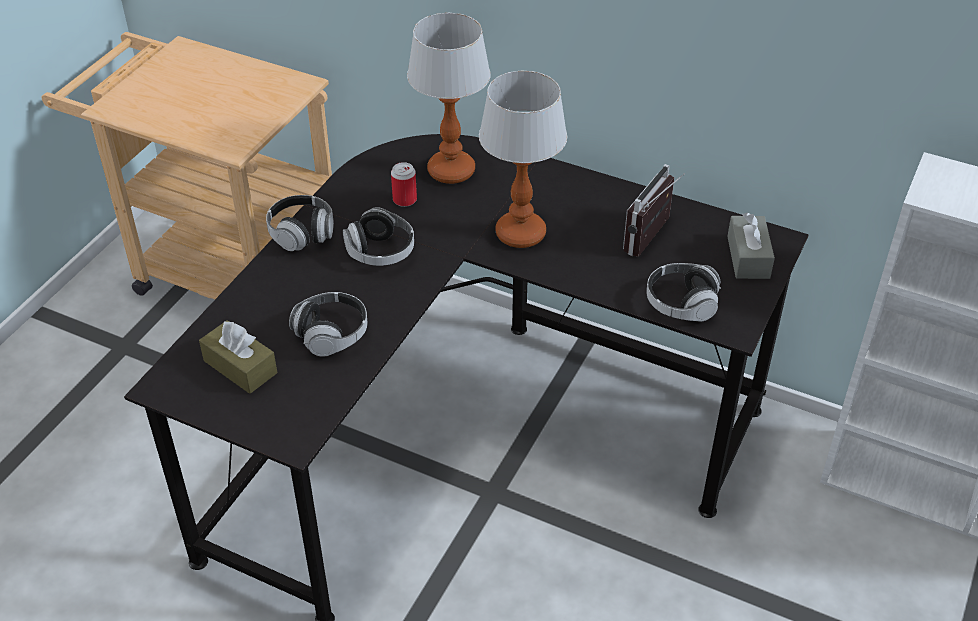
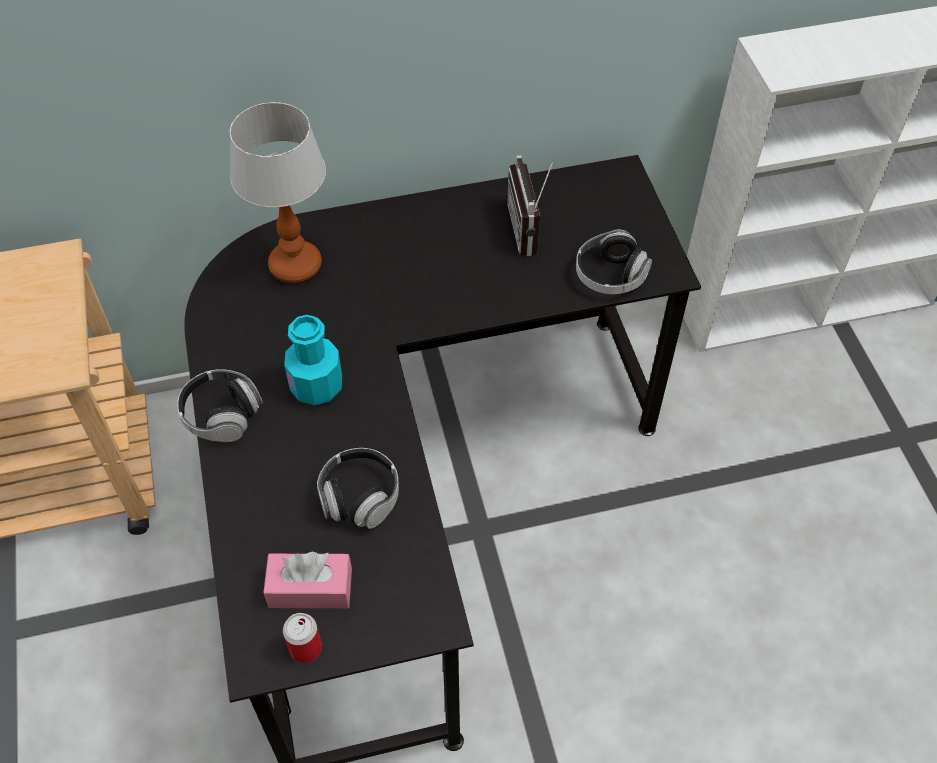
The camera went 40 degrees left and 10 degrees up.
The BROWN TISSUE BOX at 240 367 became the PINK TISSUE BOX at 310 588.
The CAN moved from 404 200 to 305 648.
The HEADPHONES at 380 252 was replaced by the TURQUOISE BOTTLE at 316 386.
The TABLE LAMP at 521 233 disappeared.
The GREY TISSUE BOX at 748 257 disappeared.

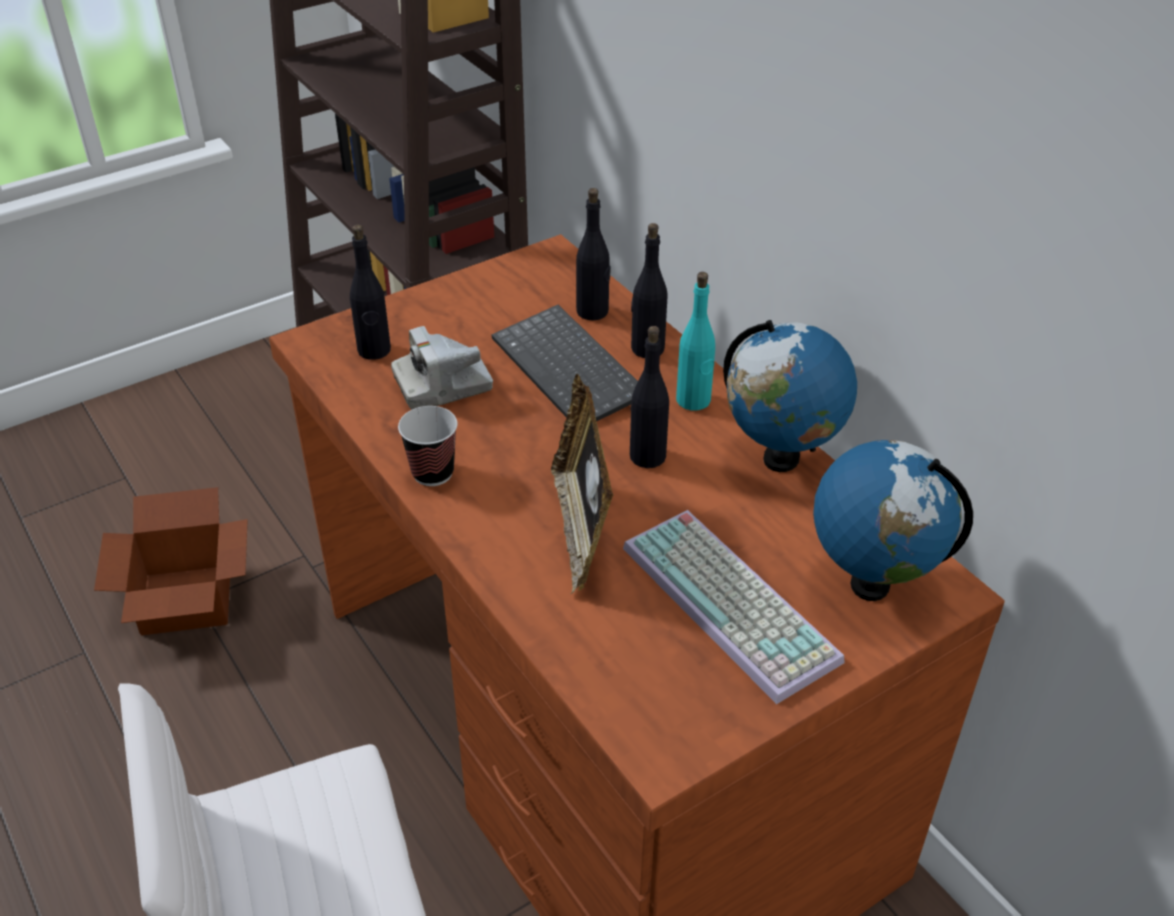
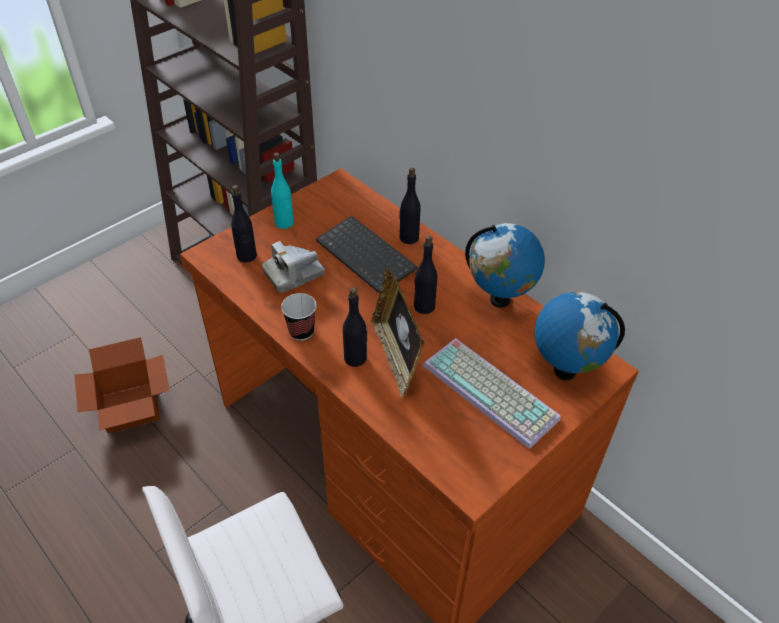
The camera went 10 degrees left and 5 degrees up.
The TURQUOISE BOTTLE moved from 693 400 to 284 223.
The BLACK BOTTLE moved from 593 311 to 355 358.

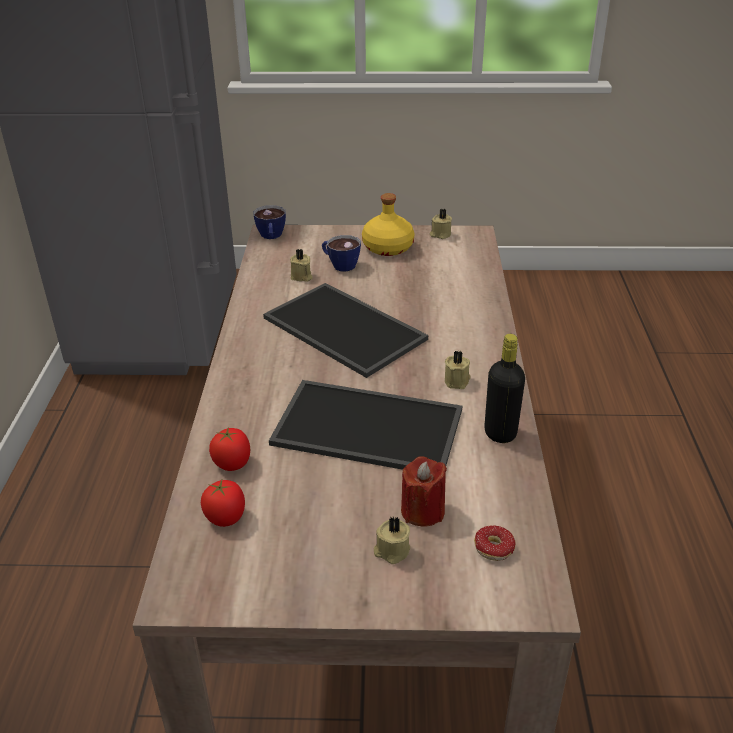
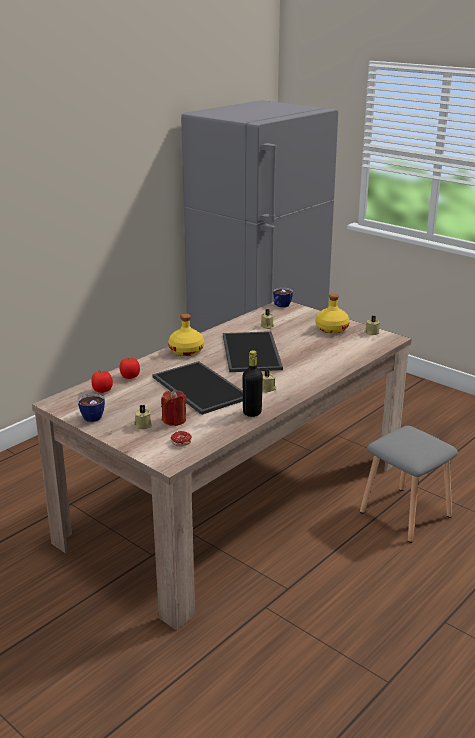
The camera went 40 degrees right and 10 degrees down.
The CUP moved from 340 264 to 92 415.
The YELLOW BOTTLE at 187 351 appeared.
The GREY STOOL at 405 515 appeared.

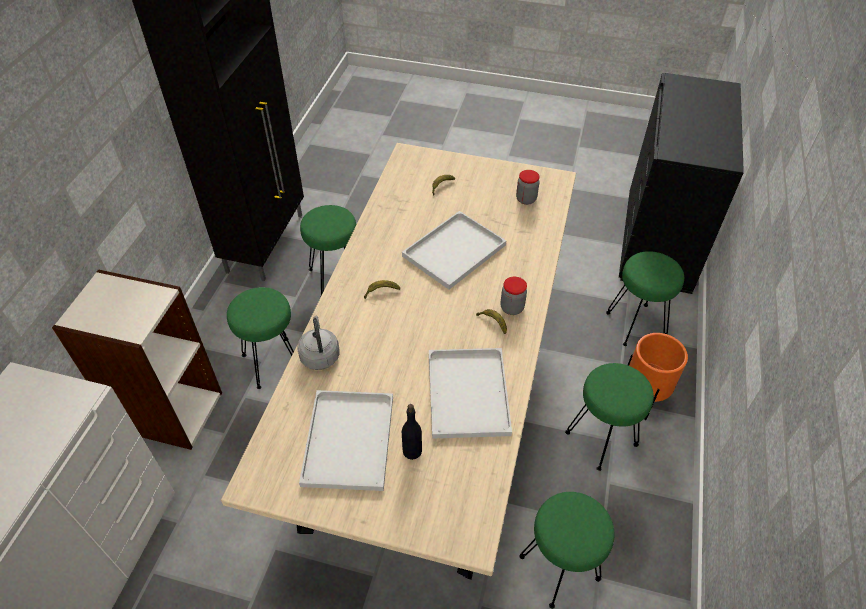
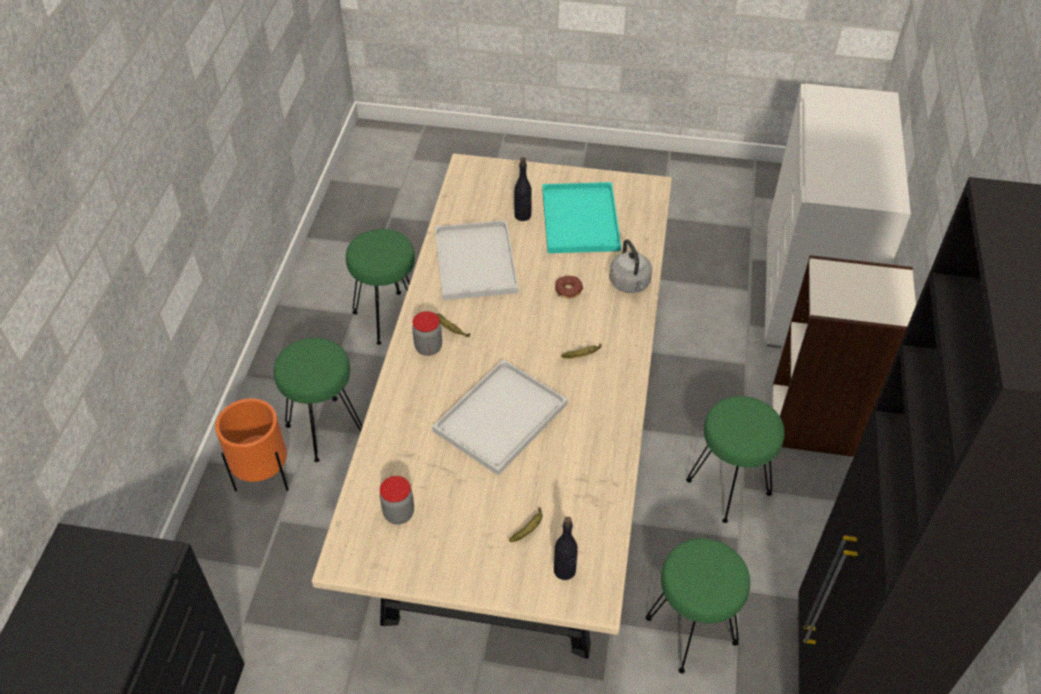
The camera went 175 degrees right and 0 degrees up.
The WHITE TRAY at 347 438 became the TURQUOISE TRAY at 581 220.
The BLACK BOTTLE at 565 570 appeared.
The DONUT at 568 290 appeared.
The GREEN STOOL at 636 325 disappeared.

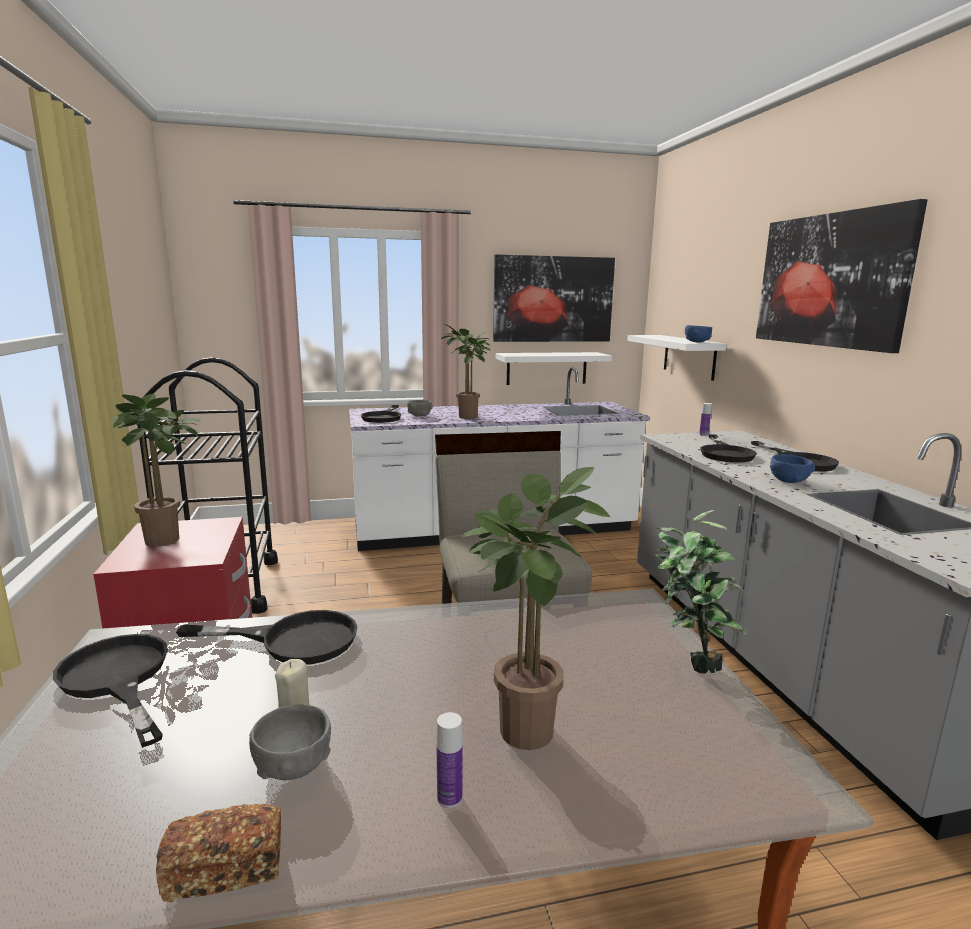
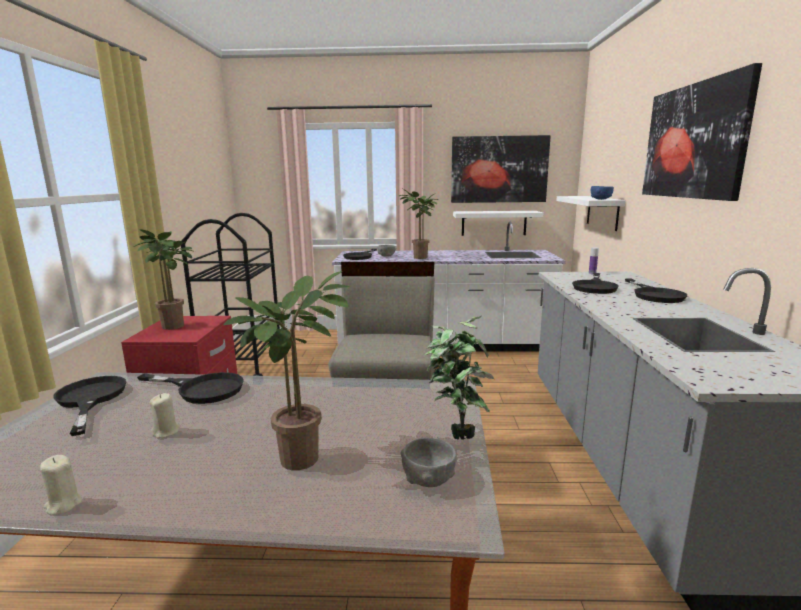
The camera went 15 degrees right and 0 degrees up.
The BREAD at 226 868 was replaced by the BEIGE CANDLE at 63 505.
The GREY BOWL moved from 293 766 to 428 479.
The BOTTLE at 449 798 disappeared.
The BLUE BOWL at 788 481 disappeared.

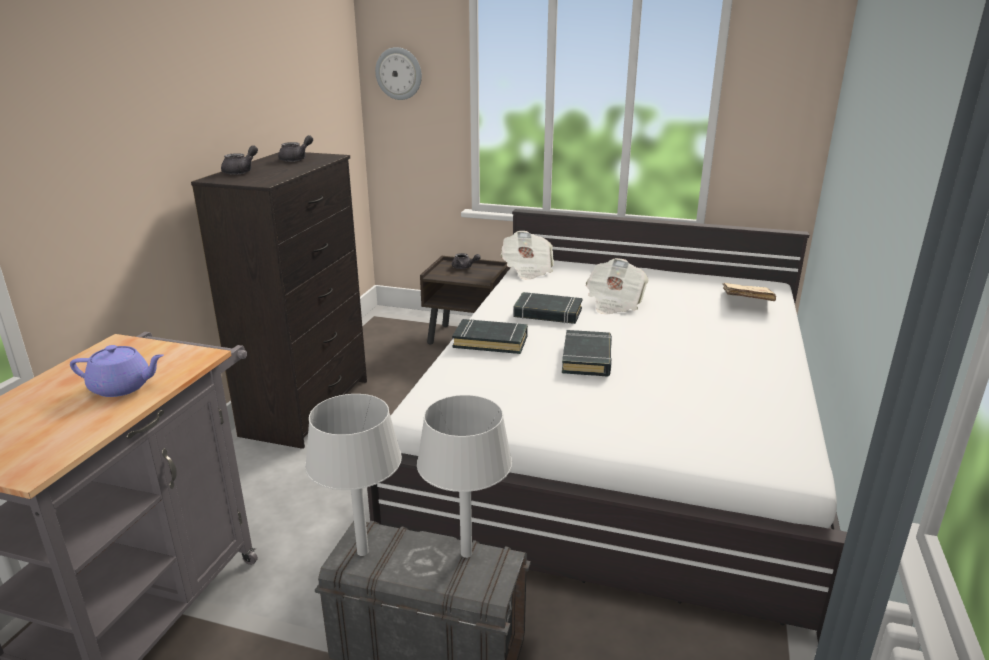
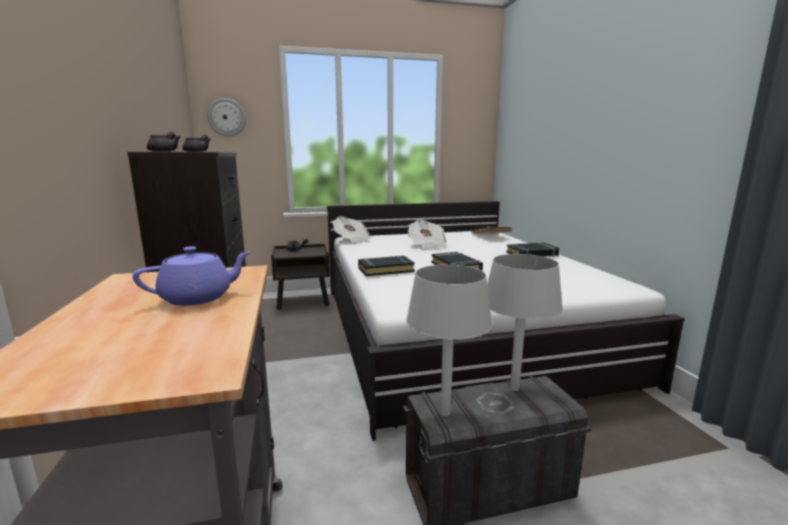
The camera went 30 degrees left and 10 degrees down.
The BLACK BOOK moved from 547 313 to 532 254.

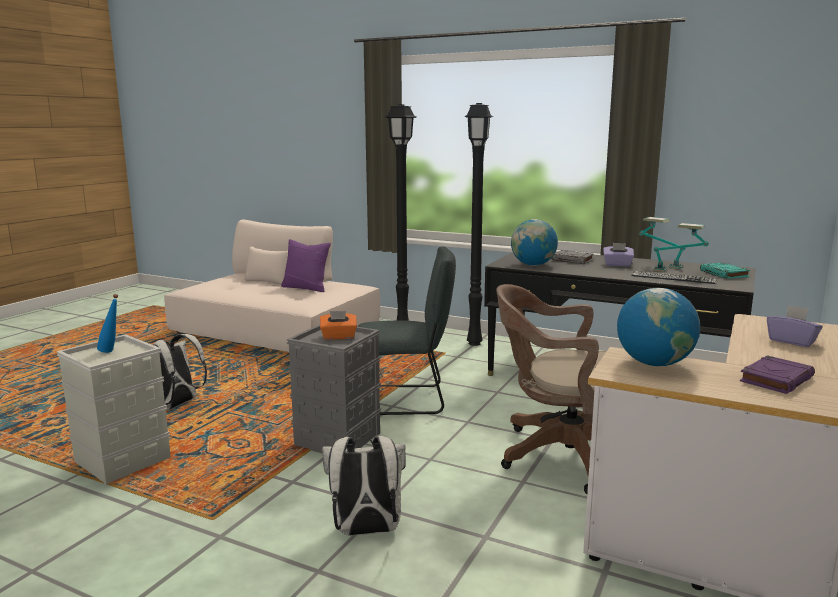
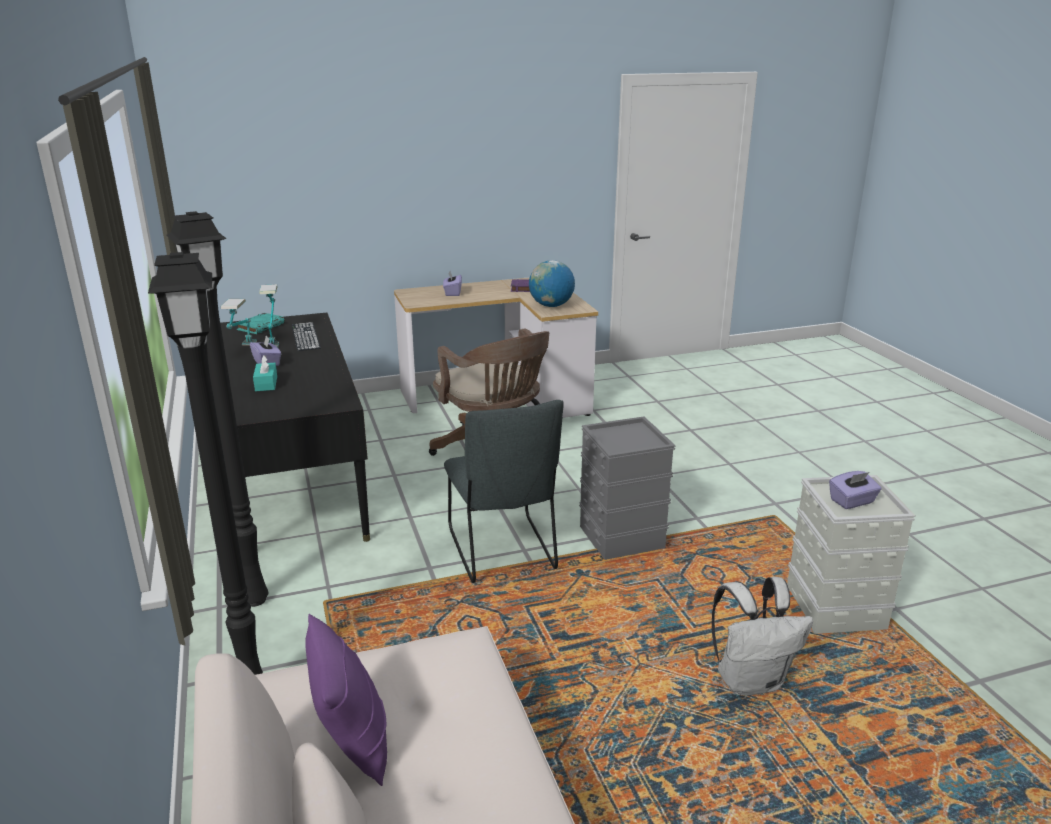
The camera went 135 degrees left and 10 degrees up.
The GREY BOOK at 572 260 was replaced by the TURQUOISE TISSUE BOX at 266 383.
The GREY CHAIR at 402 400 turned 150 degrees counterclockwise.
The BLUE BOTTLE at 112 352 was replaced by the PURPLE TISSUE BOX at 852 501.
The ORANGE TISSUE BOX at 338 337 disappeared.
The WHITE BACKPACK at 366 531 disappeared.
The GLOBE at 533 265 disappeared.

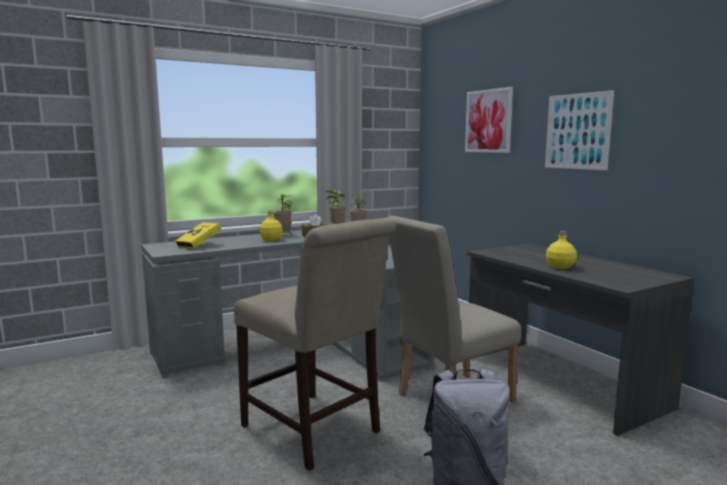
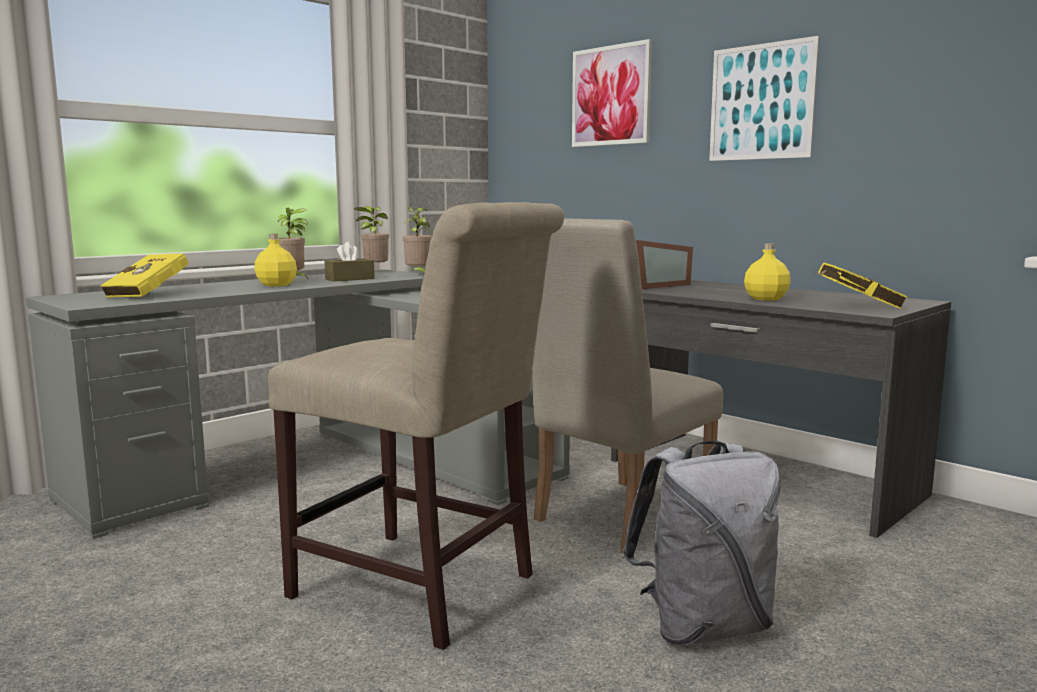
The camera went 15 degrees left and 0 degrees up.
The PICTURE FRAME at 656 286 appeared.
The YELLOW BOOK at 855 305 appeared.

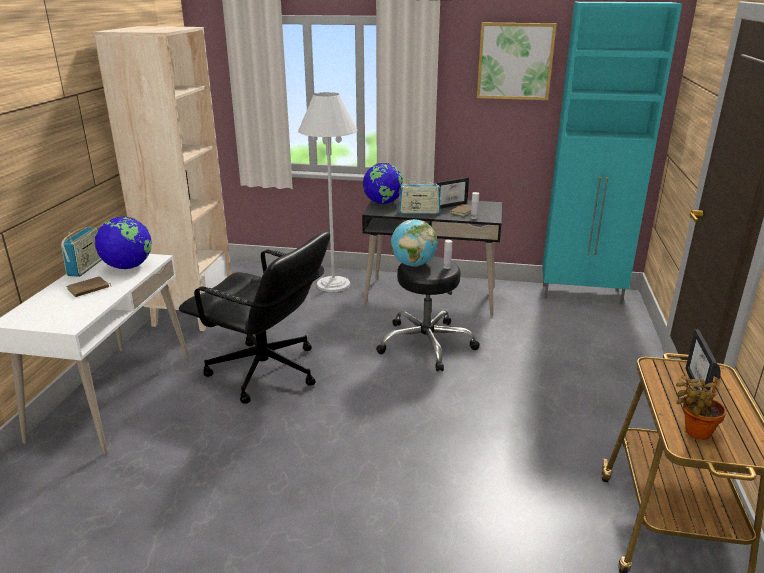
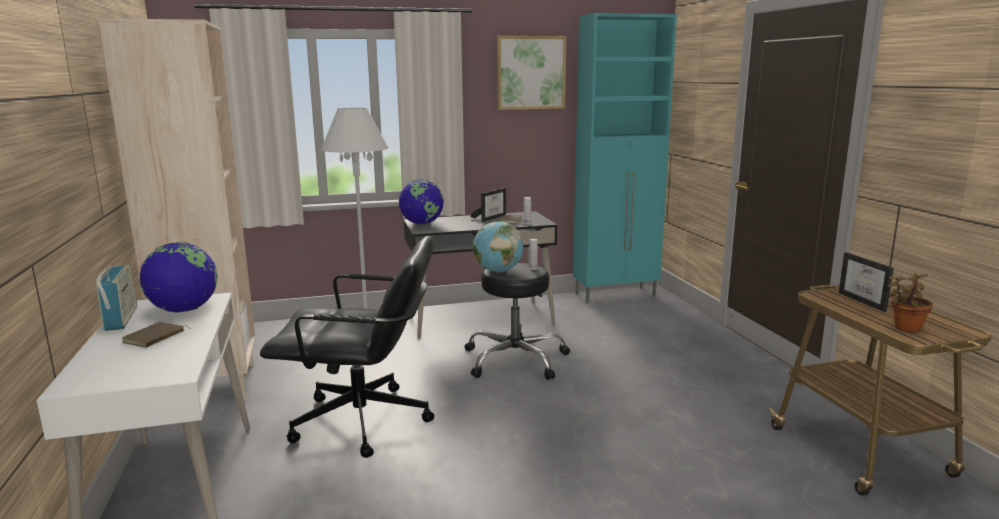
The camera went 25 degrees left and 10 degrees down.
The RADIO at 419 212 disappeared.

